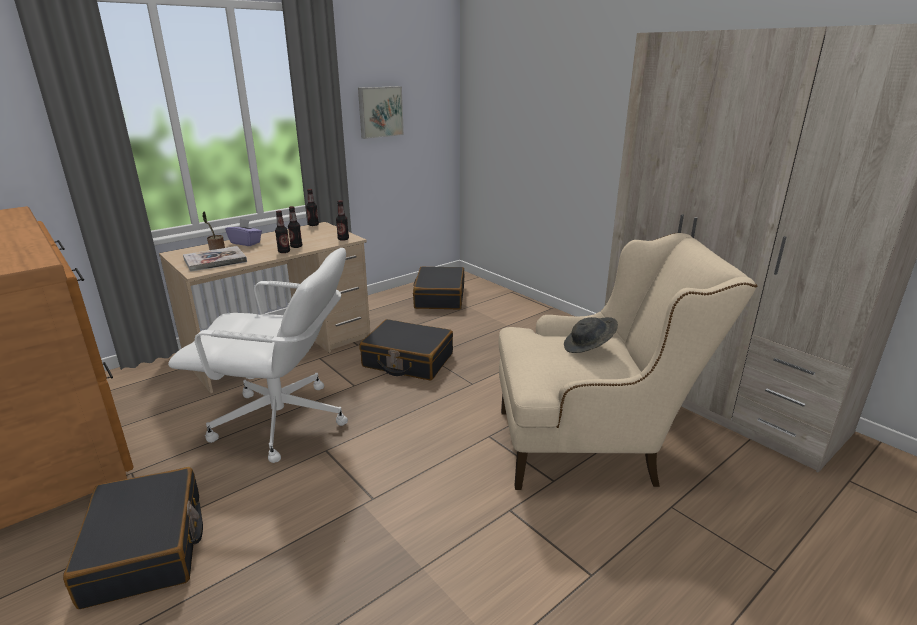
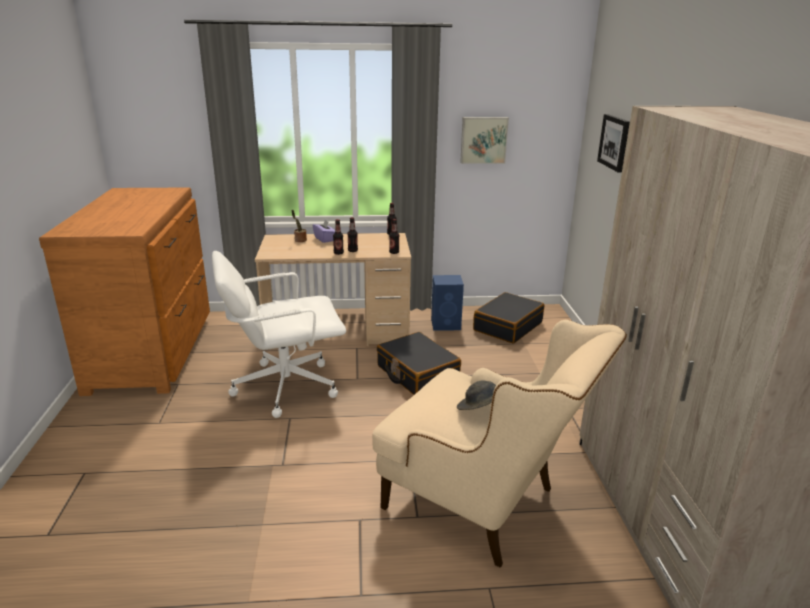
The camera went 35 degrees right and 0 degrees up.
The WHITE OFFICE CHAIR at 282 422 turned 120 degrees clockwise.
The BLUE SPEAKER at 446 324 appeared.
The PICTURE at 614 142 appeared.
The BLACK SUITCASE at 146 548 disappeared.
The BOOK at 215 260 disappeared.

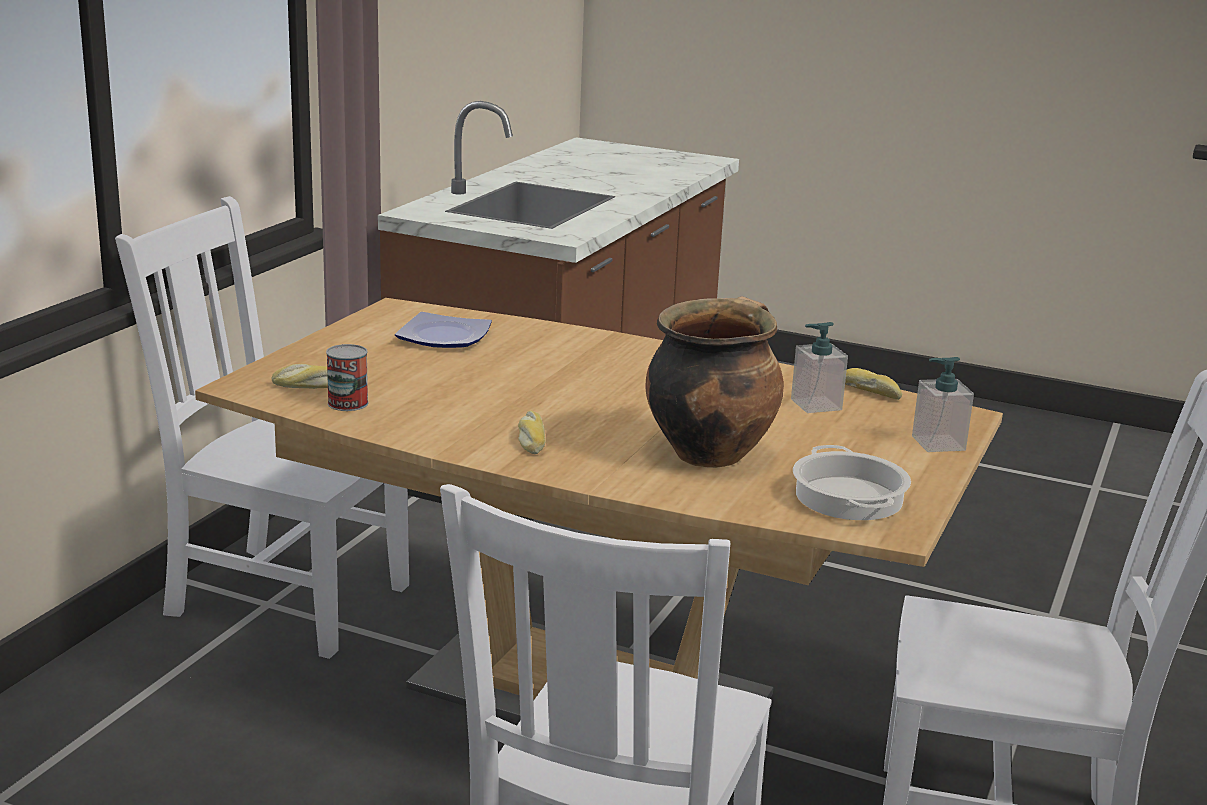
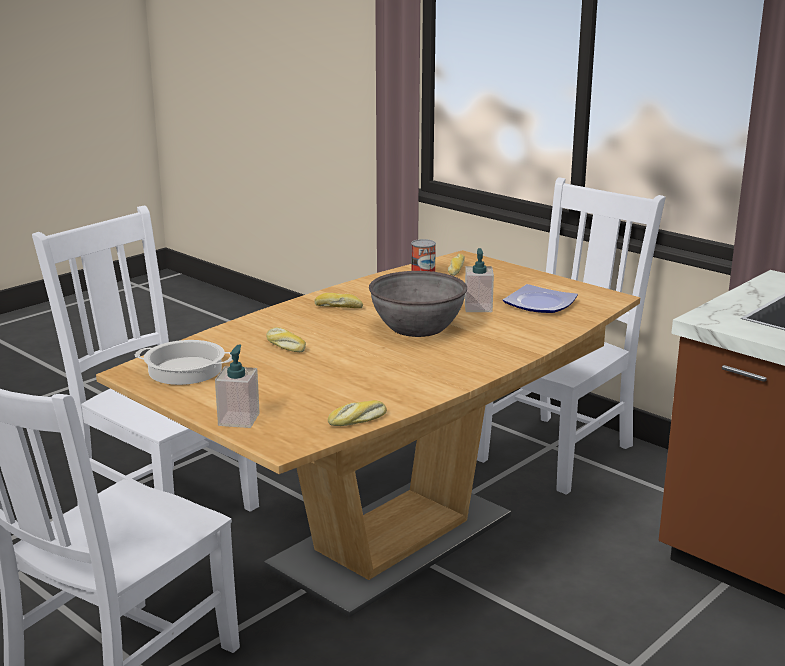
The camera went 110 degrees right and 0 degrees up.
The COOKING POT at 709 452 was replaced by the BREAD at 284 346.
The GREY BOWL at 417 327 appeared.
The SOAP DISPENSER moved from 815 405 to 478 307.

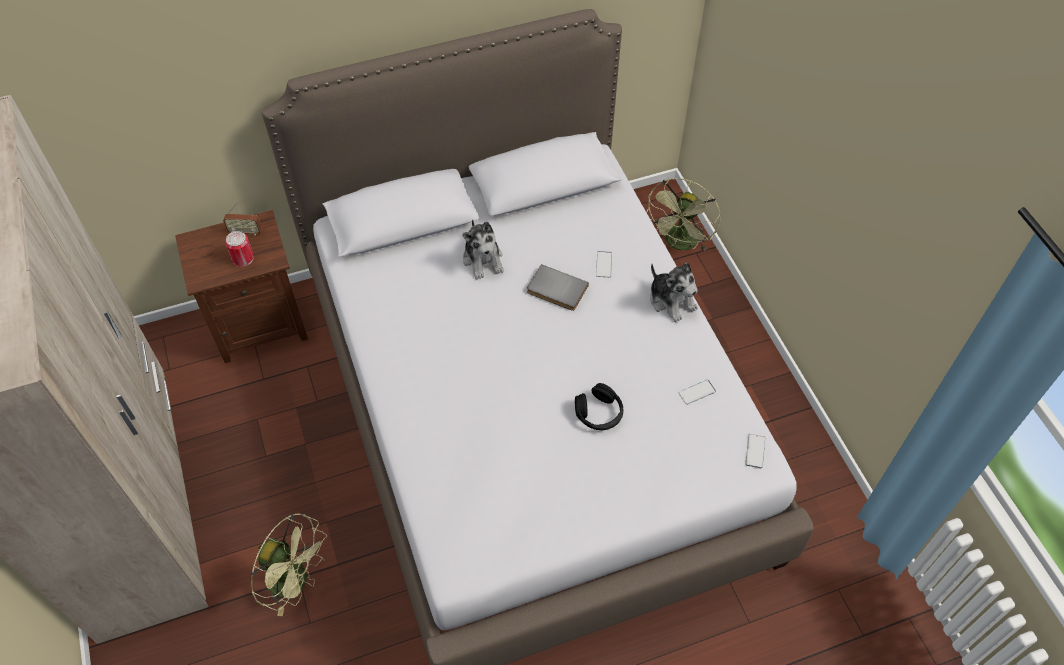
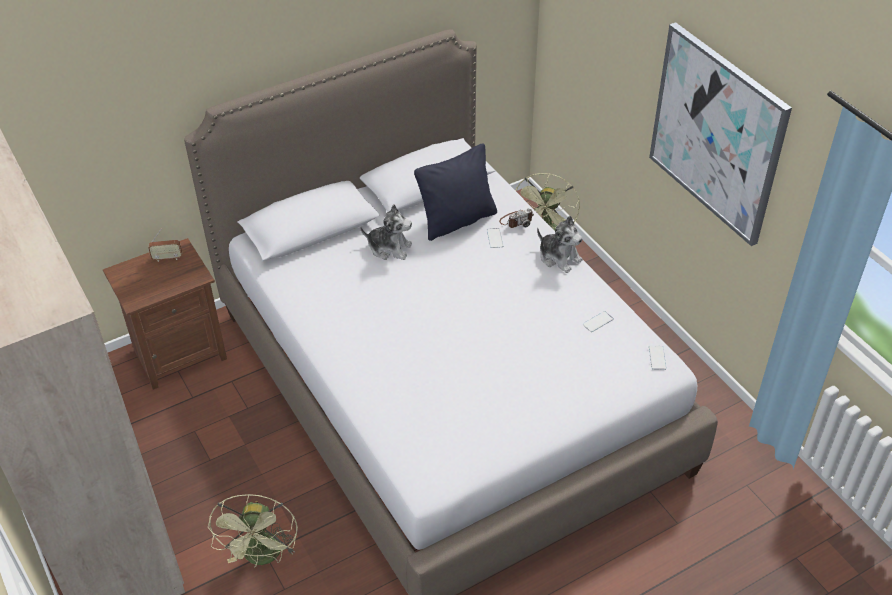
The camera went 10 degrees left and 10 degrees down.
The GREEN FAN at 296 581 turned 75 degrees clockwise.
The PLUSH TOY at 483 259 turned 45 degrees counterclockwise.
The BLACK PILLOW at 457 220 appeared.
The PHOTO CAMERA at 516 221 appeared.
The PICTURE at 716 133 appeared.
The CAN at 243 258 disappeared.
The GREY BOOK at 556 290 disappeared.
The BLACK HEADPHONES at 599 413 disappeared.

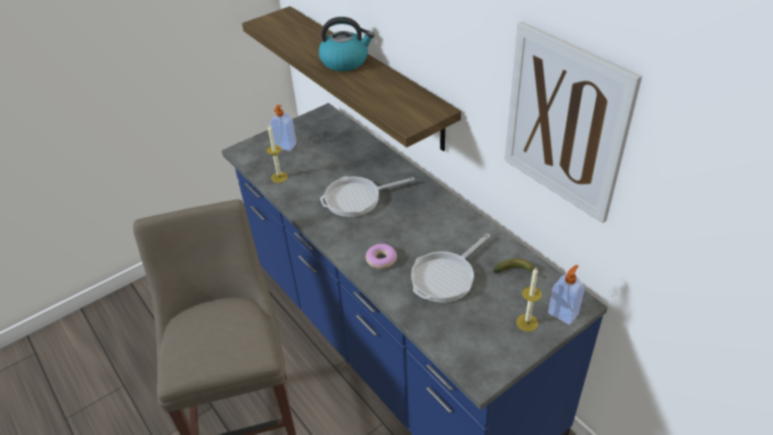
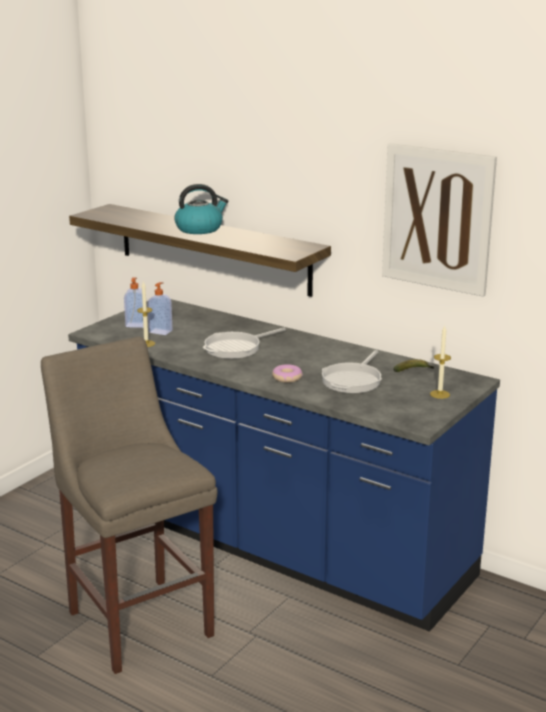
The camera went 20 degrees left and 20 degrees down.
The SOAP DISPENSER moved from 563 313 to 161 331.

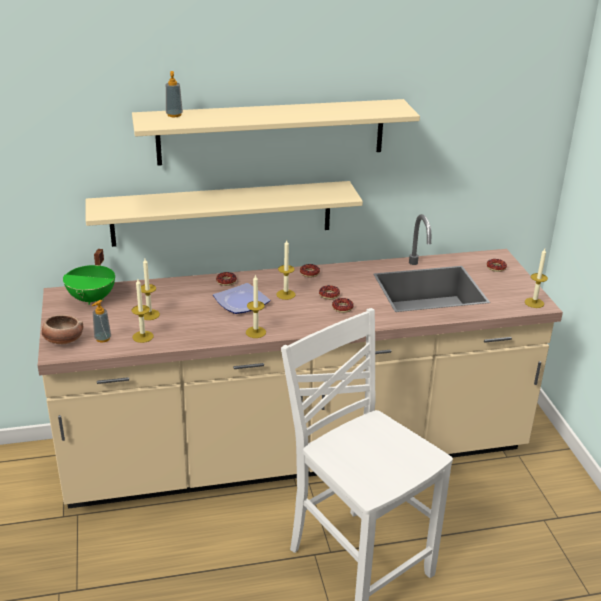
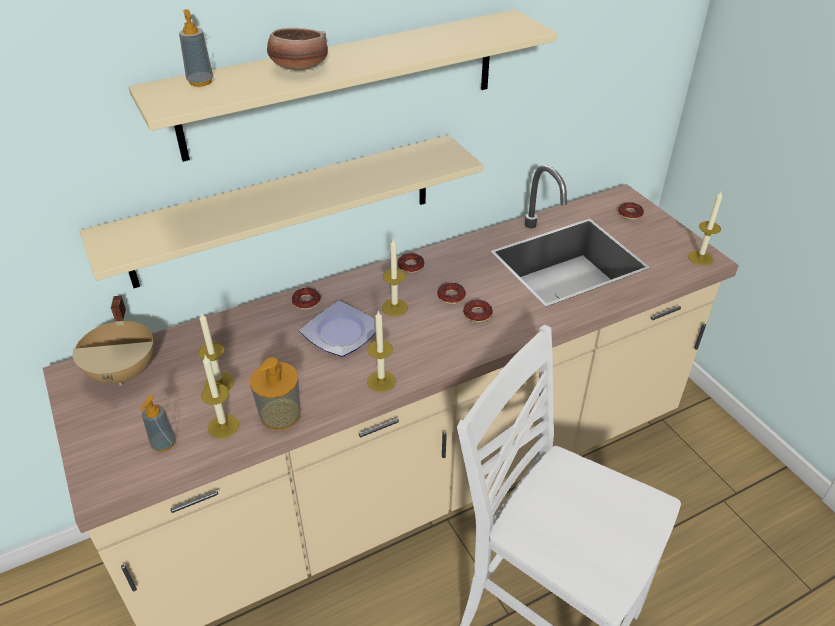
The camera went 15 degrees left and 10 degrees up.
The GREEN COOKING POT at 93 299 became the BEIGE COOKING POT at 125 372.
The SOAP DISPENSER at 280 414 appeared.
The BOWL moved from 63 341 to 298 68.

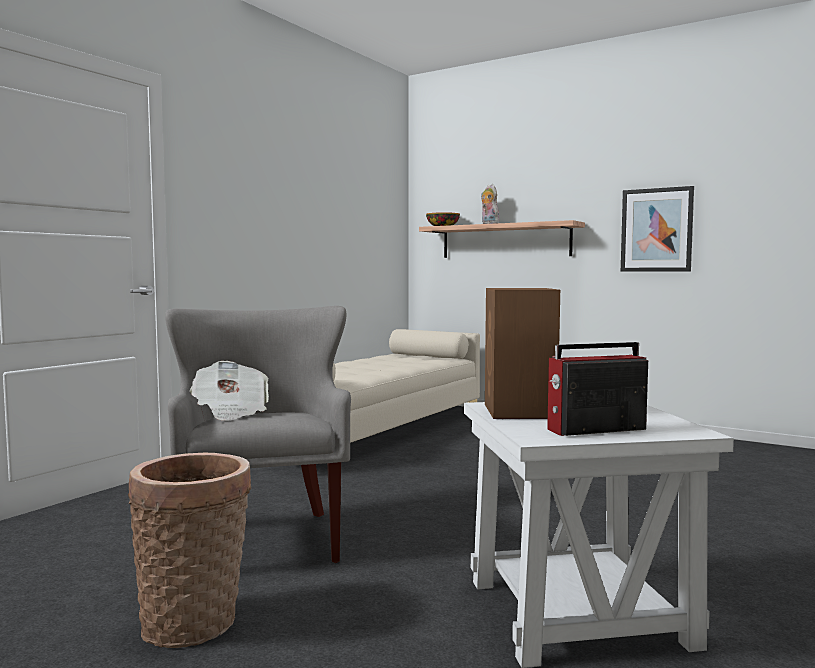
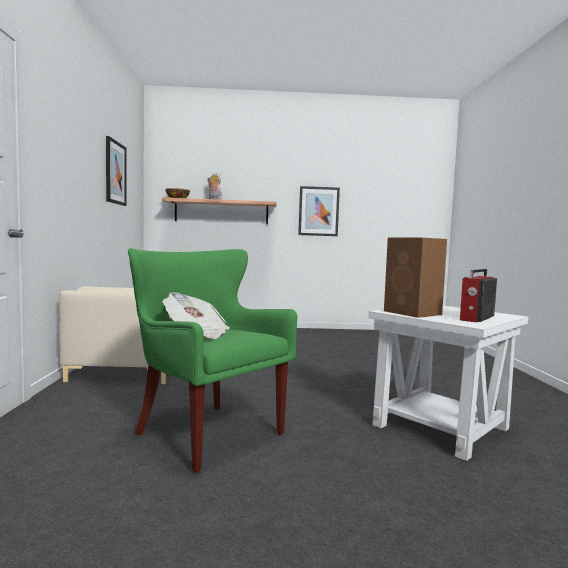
The camera went 35 degrees left and 0 degrees up.
The PICTURE at 115 173 appeared.
The GREY ARMCHAIR at 263 540 became the GREEN ARMCHAIR at 207 433.
The BASKET at 195 622 disappeared.

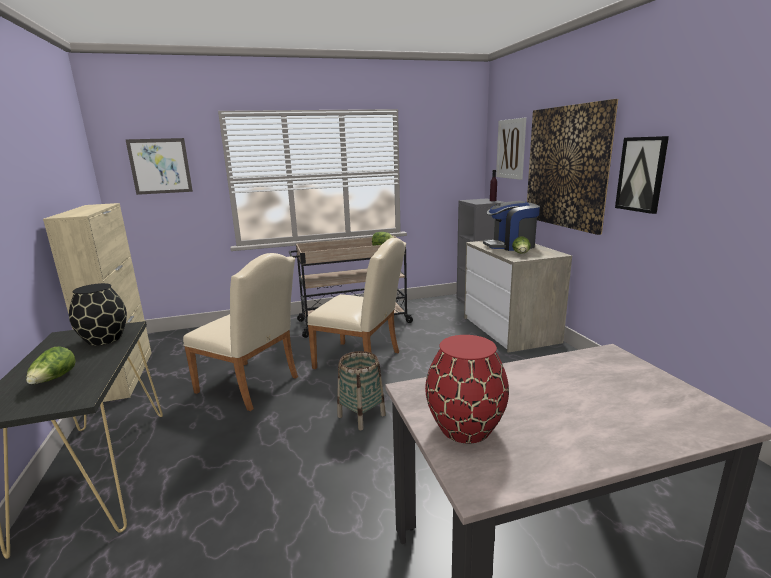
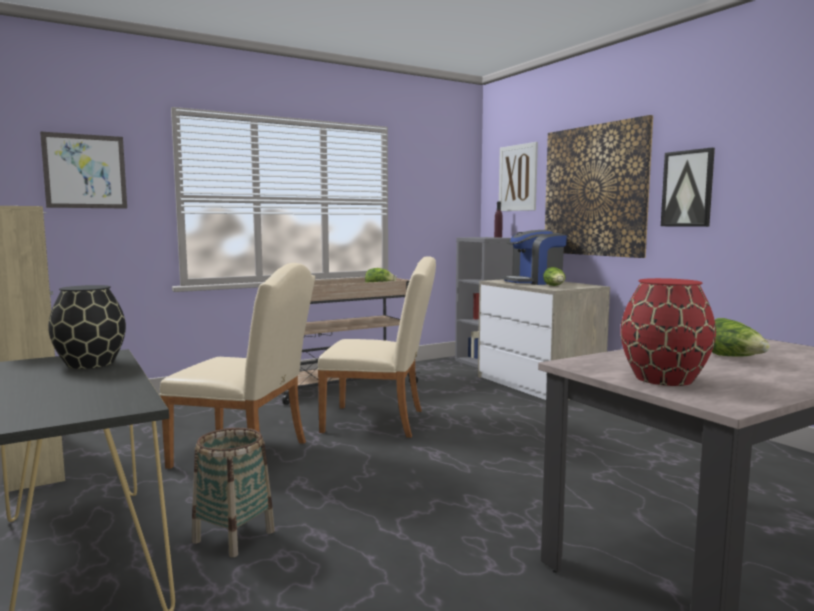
The camera went 15 degrees left and 10 degrees down.
The BASKET moved from 361 415 to 233 536.
The LETTUCE moved from 54 379 to 734 358.

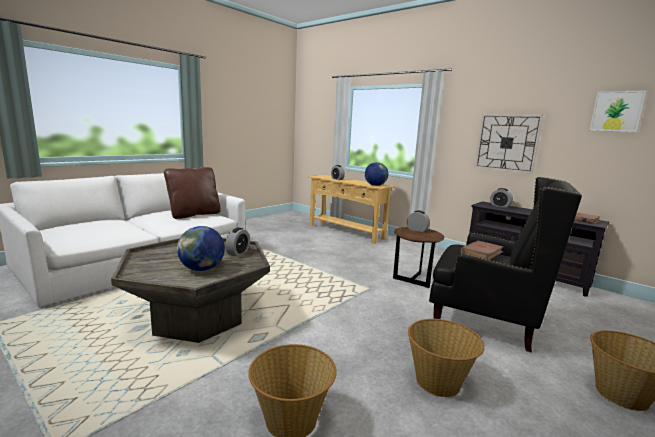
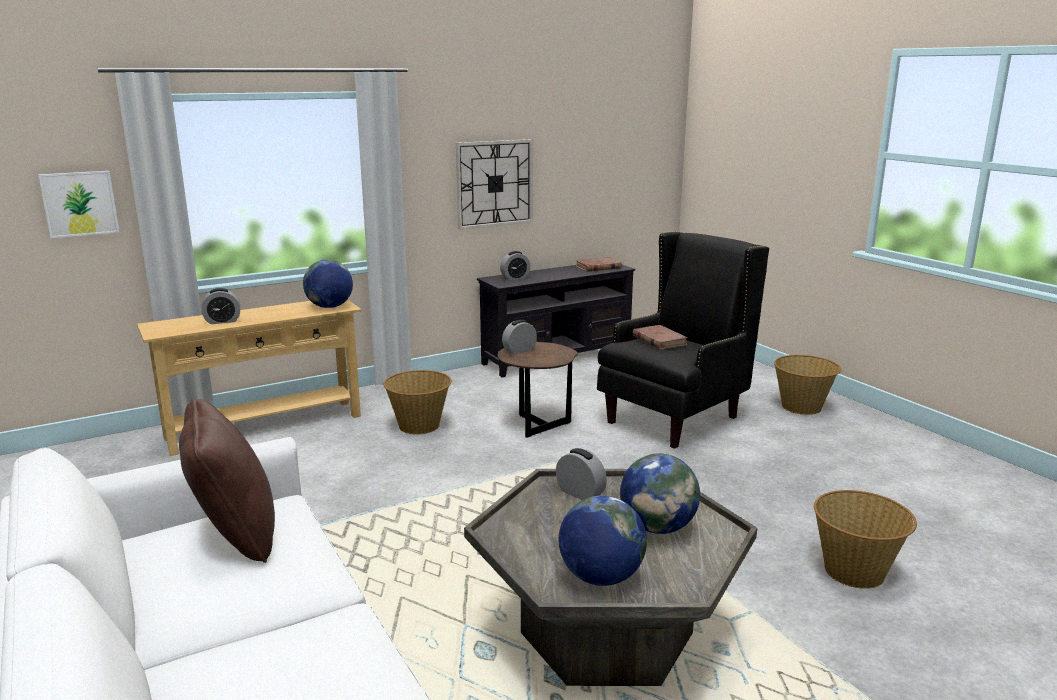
The camera went 70 degrees left and 5 degrees up.
The PICTURE moved from 616 111 to 80 203.
The BASKET moved from 439 382 to 419 425.
The GLOBE at 600 577 appeared.

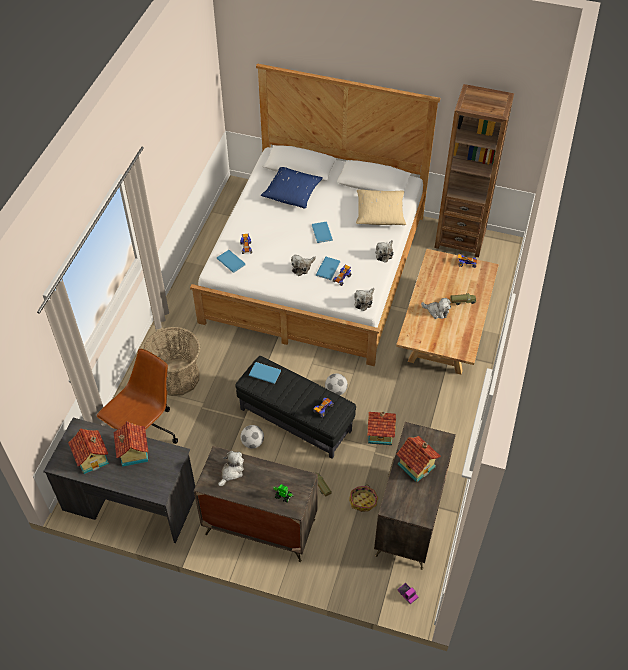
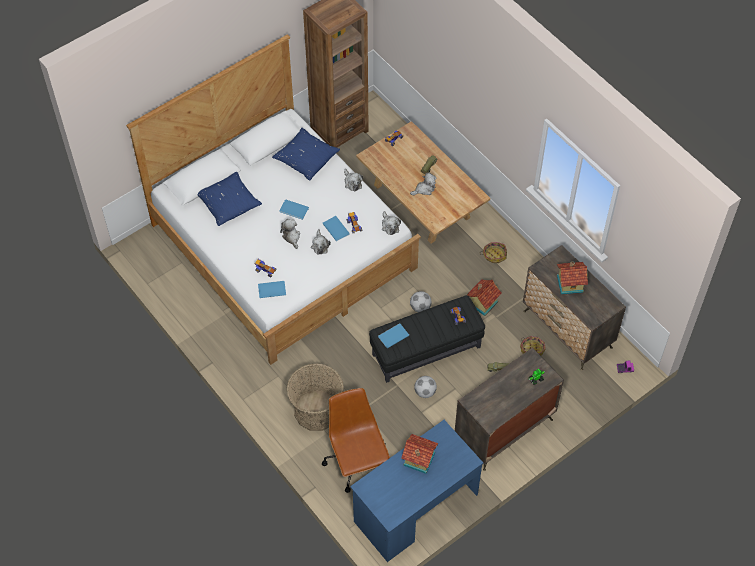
The camera went 55 degrees left and 5 degrees up.
The BEIGE PILLOW at 380 213 became the BLUE PILLOW at 306 158.
The PLUSH TOY moved from 231 472 to 291 237.
The GREY DESK at 130 501 became the BLUE DESK at 415 508.
The BASKET at 494 255 appeared.
The TOY HOUSE at 93 458 disappeared.

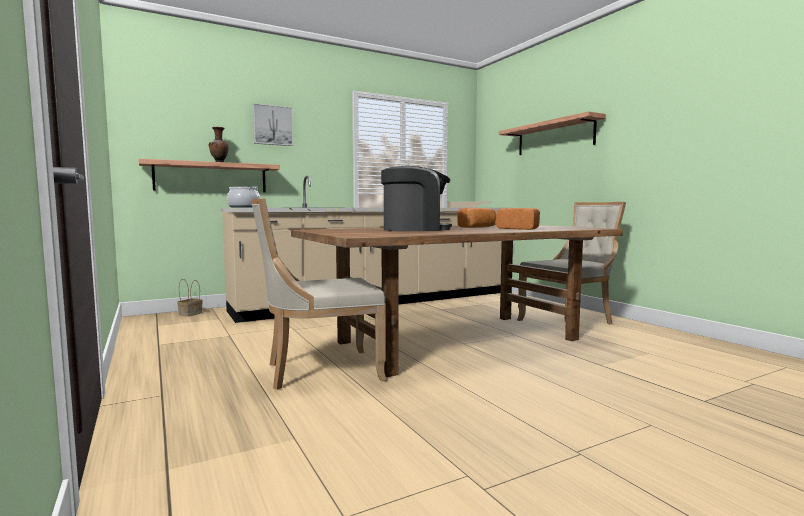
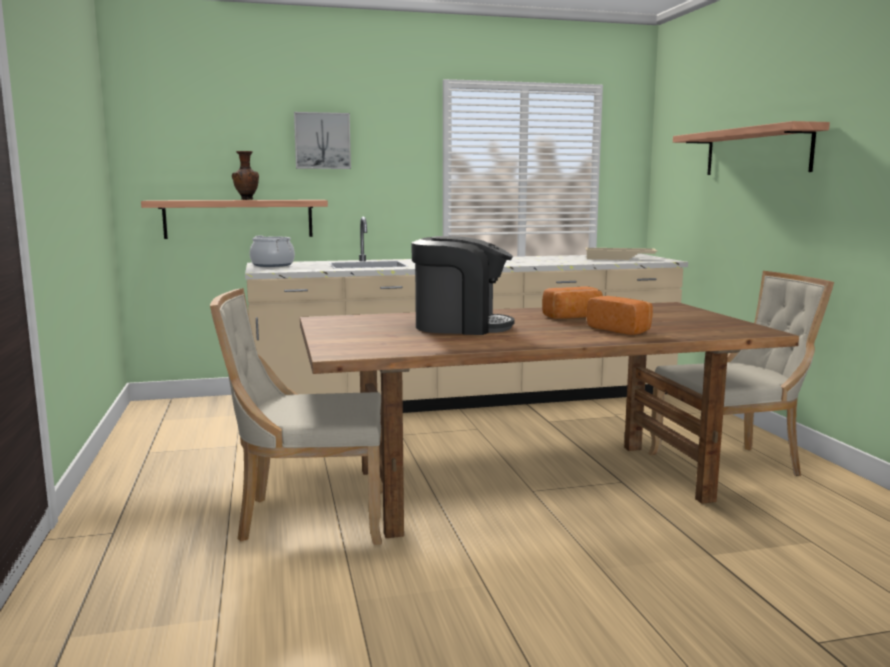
The camera went 15 degrees right and 5 degrees up.
The BASKET at 190 314 disappeared.

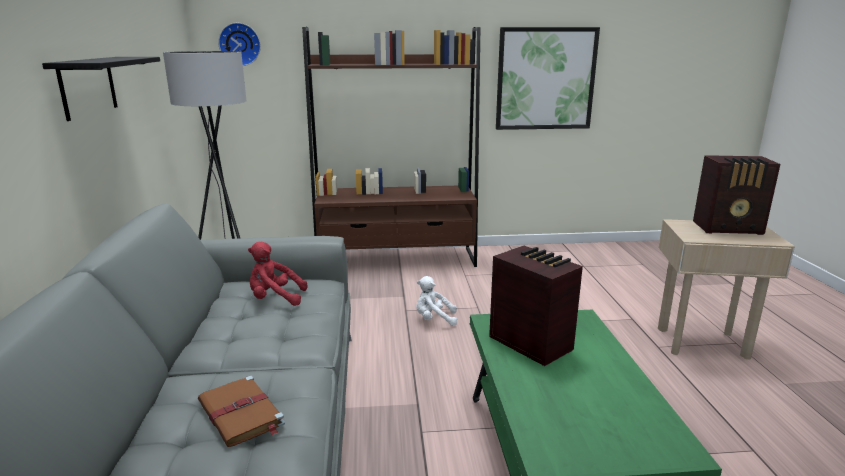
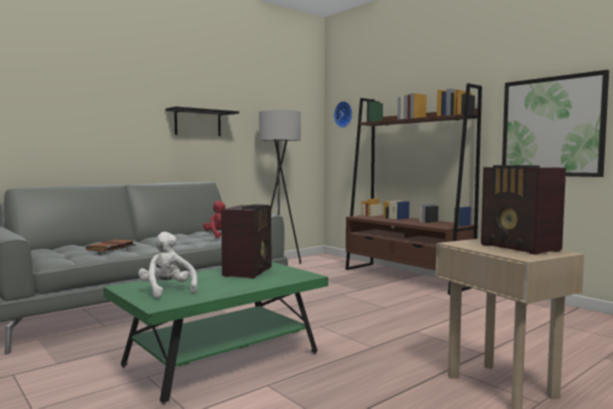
The camera went 55 degrees right and 15 degrees down.
The WHITE PLUSH TOY moved from 434 319 to 167 291.

